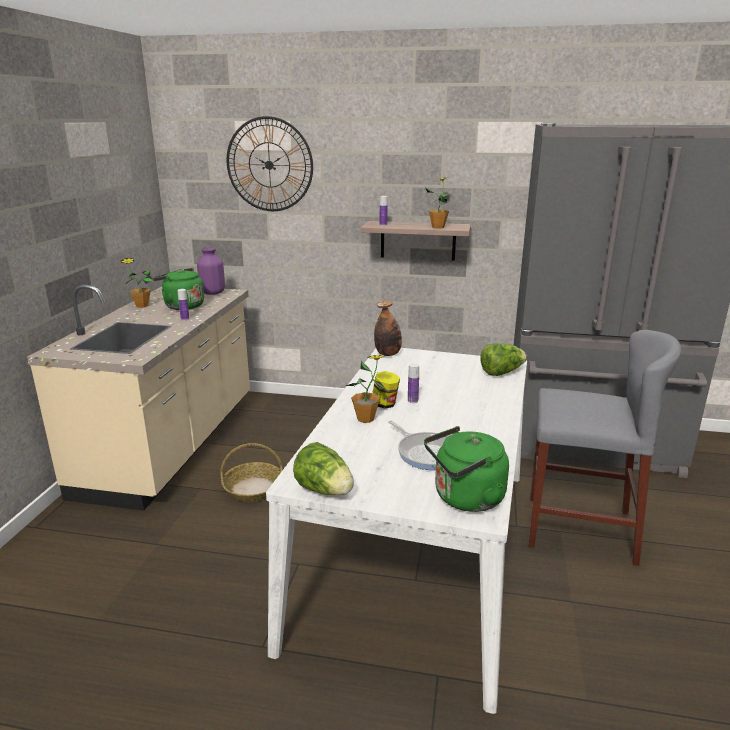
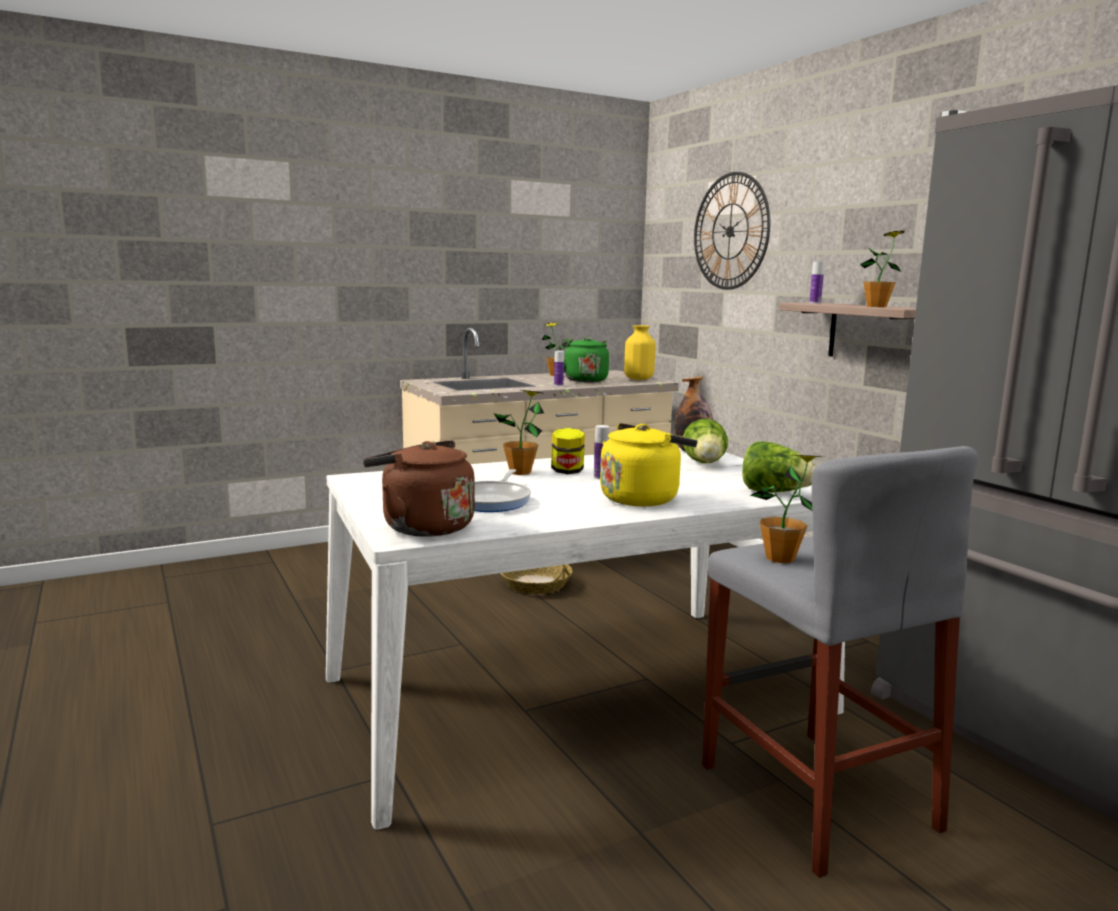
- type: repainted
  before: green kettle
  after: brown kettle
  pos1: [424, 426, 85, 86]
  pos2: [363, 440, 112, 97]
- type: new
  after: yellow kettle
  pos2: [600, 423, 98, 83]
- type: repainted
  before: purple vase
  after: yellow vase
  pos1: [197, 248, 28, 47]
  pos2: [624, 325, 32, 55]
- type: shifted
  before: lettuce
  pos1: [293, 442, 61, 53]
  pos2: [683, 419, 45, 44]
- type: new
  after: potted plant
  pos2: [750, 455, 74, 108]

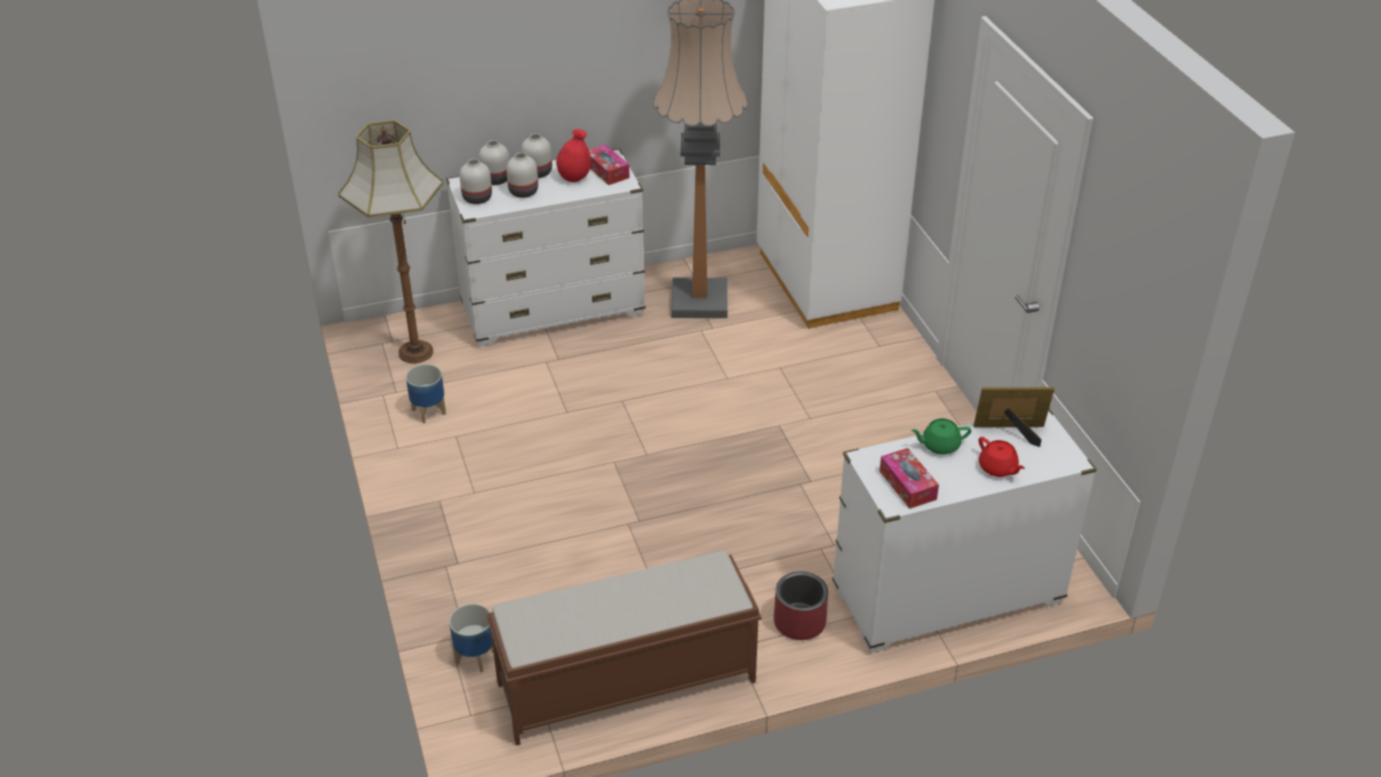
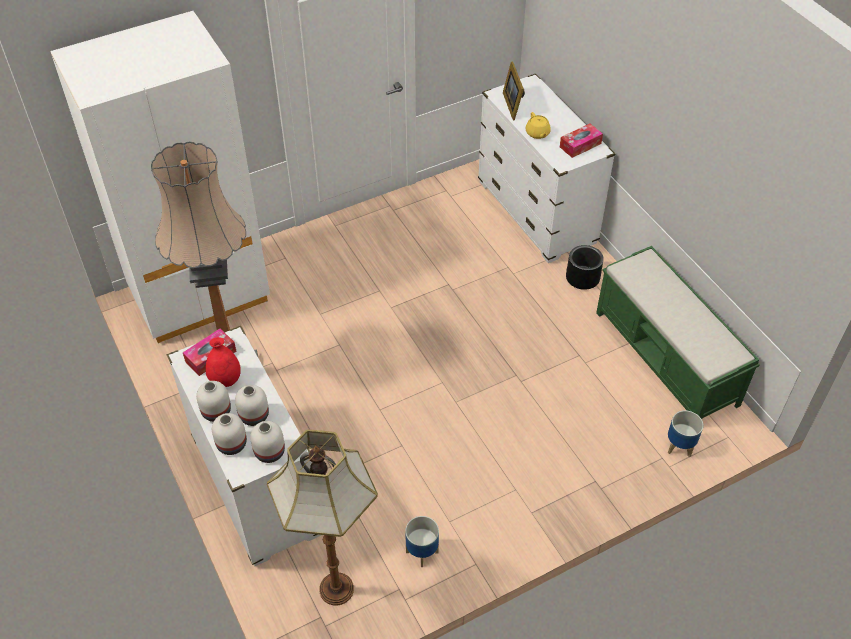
- type: repainted
  before: green teapot
  after: yellow teapot
  pos1: [911, 419, 60, 36]
  pos2: [526, 112, 25, 27]
- type: repainted
  before: red planter
  after: black planter
  pos1: [774, 571, 54, 69]
  pos2: [566, 245, 38, 45]
- type: repainted
  before: brown bench
  after: green bench
  pos1: [486, 551, 275, 195]
  pos2: [596, 246, 164, 173]
- type: gone
  before: red teapot
  pos1: [979, 437, 46, 40]

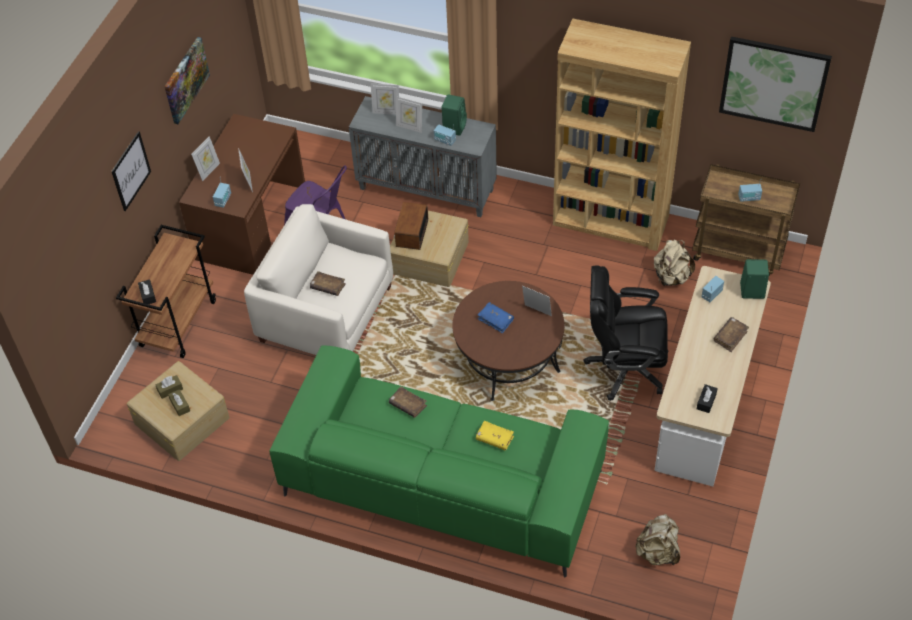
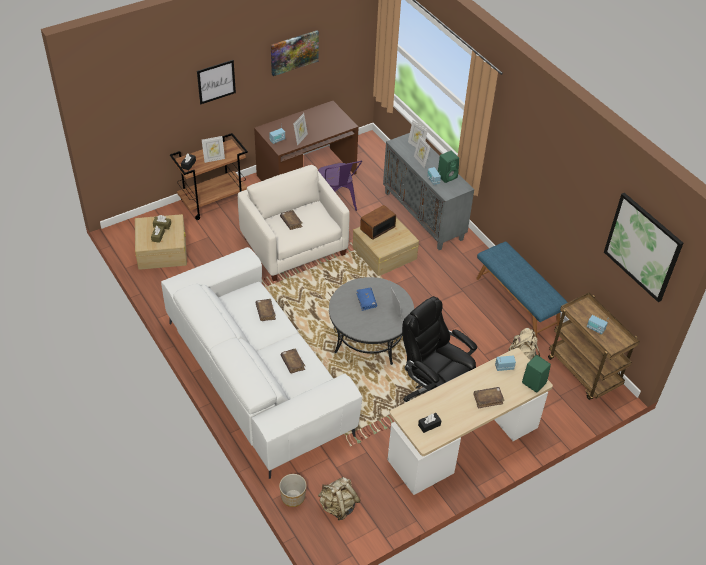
- type: repainted
  before: green sofa
  after: white sofa
  pos1: [269, 345, 340, 232]
  pos2: [161, 247, 201, 232]
- type: shifted
  before: picture frame
  pos1: [191, 136, 29, 45]
  pos2: [202, 136, 23, 27]
- type: new
  after: planter
  pos2: [279, 474, 28, 33]
- type: repainted
  before: yellow book
  after: brown book
  pos1: [476, 421, 38, 29]
  pos2: [281, 348, 24, 25]
- type: repainted
  before: brown coffee table
  after: grey coffee table
  pos1: [453, 281, 112, 120]
  pos2: [329, 277, 85, 88]
- type: swapped
  before: brown bookcase
  after: blue bench
  pos1: [553, 18, 138, 233]
  pos2: [476, 242, 92, 95]

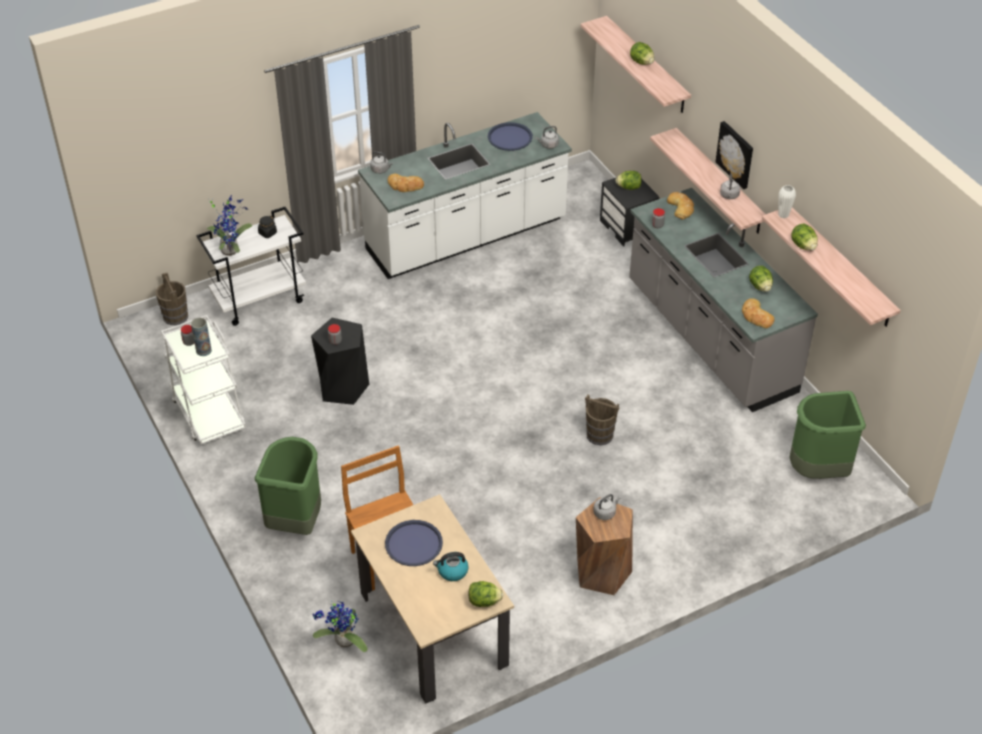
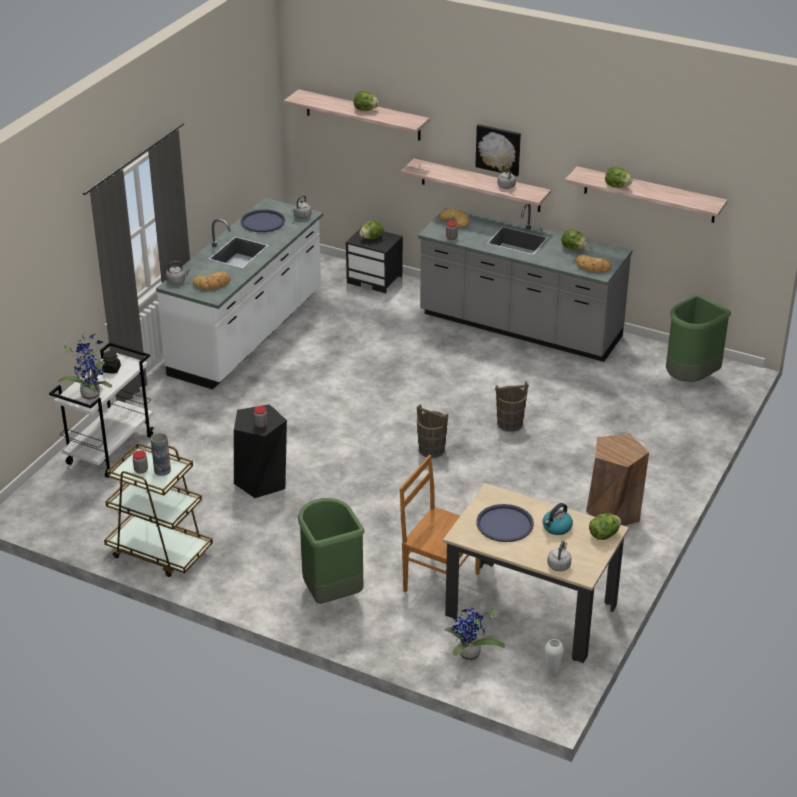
- type: repainted
  before: white cart
  after: brown cart
  pos1: [161, 315, 85, 129]
  pos2: [104, 443, 109, 134]
- type: shifted
  before: brown bucket
  pos1: [156, 272, 32, 53]
  pos2: [417, 404, 31, 54]
- type: shifted
  before: white vase
  pos1: [778, 185, 18, 33]
  pos2: [545, 639, 19, 36]
- type: shifted
  before: grey kettle
  pos1: [593, 494, 27, 26]
  pos2: [547, 541, 25, 30]

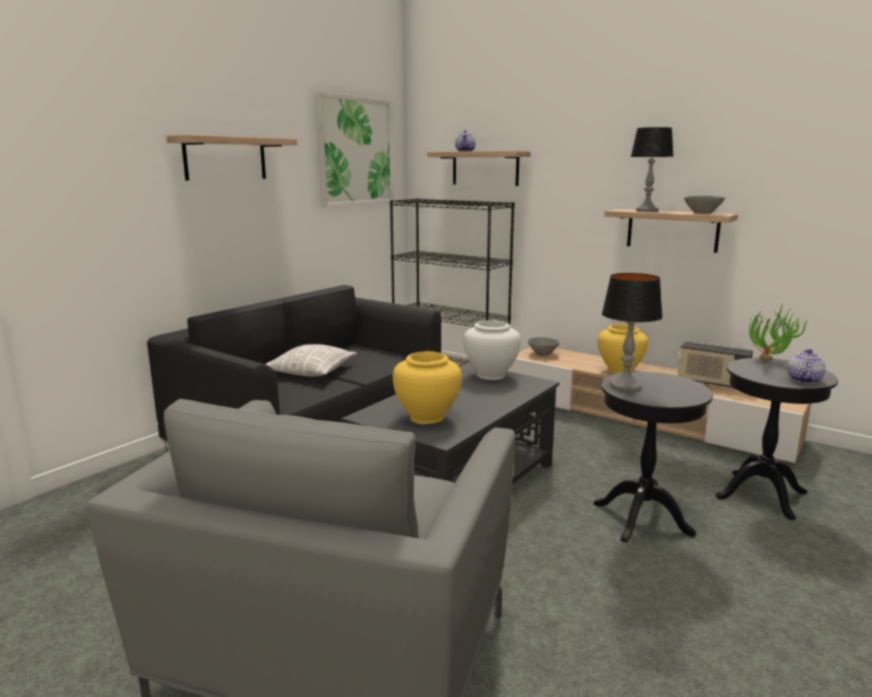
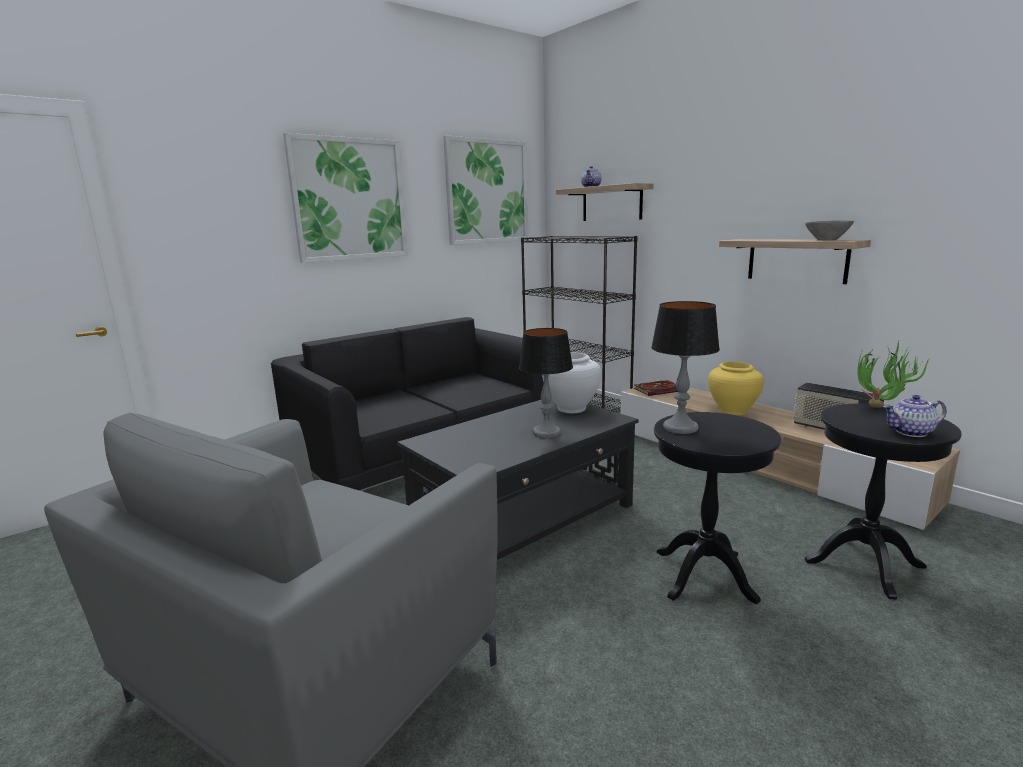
- type: swapped
  before: shelf
  after: picture
  pos1: [166, 135, 131, 46]
  pos2: [283, 133, 125, 130]
- type: shifted
  before: table lamp
  pos1: [631, 127, 43, 85]
  pos2: [519, 328, 54, 110]
- type: swapped
  before: grey bowl
  after: book
  pos1: [528, 337, 32, 19]
  pos2: [634, 380, 44, 16]
- type: rotated
  before: teapot
  pos1: [788, 349, 38, 35]
  pos2: [883, 395, 64, 42]
  turn: -135
- type: gone
  before: pillow
  pos1: [266, 344, 91, 33]
- type: gone
  before: yellow vase
  pos1: [393, 351, 69, 73]

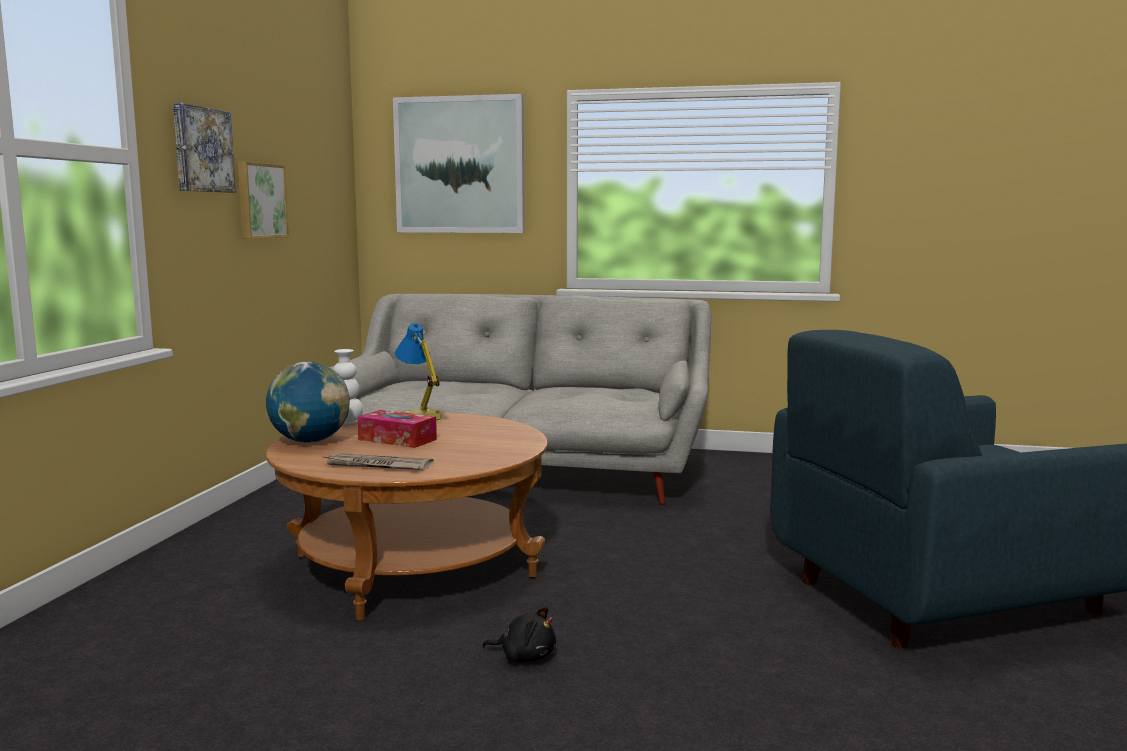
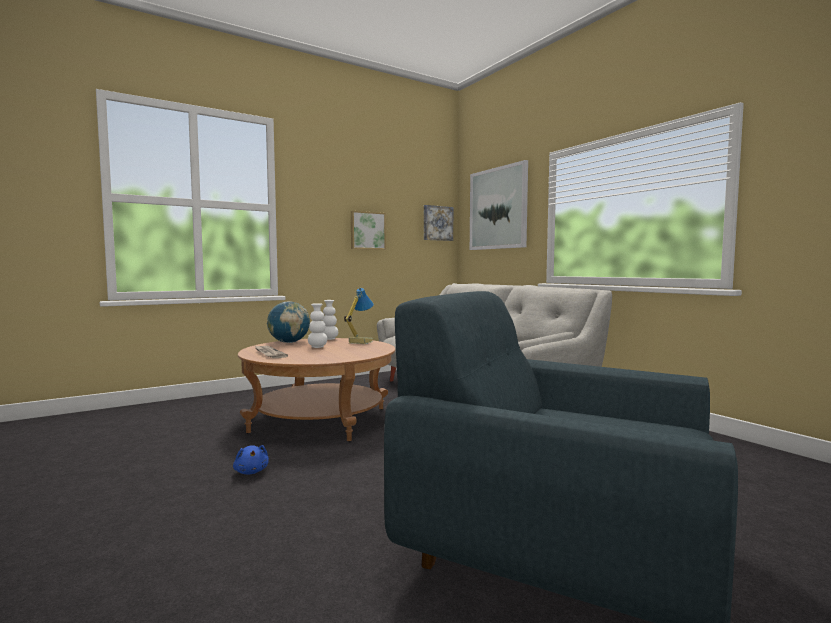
- type: repainted
  before: black plush toy
  after: blue plush toy
  pos1: [482, 607, 74, 55]
  pos2: [233, 445, 36, 29]
- type: swapped
  before: tissue box
  after: white vase
  pos1: [357, 410, 80, 38]
  pos2: [308, 303, 19, 45]
- type: shifted
  before: picture
  pos1: [173, 103, 63, 90]
  pos2: [424, 205, 29, 36]

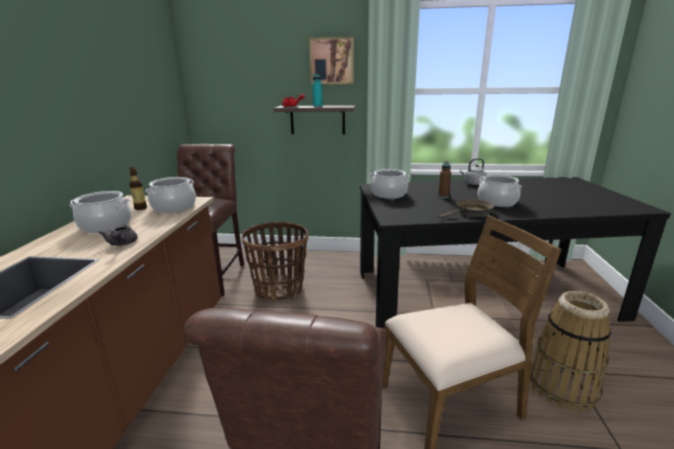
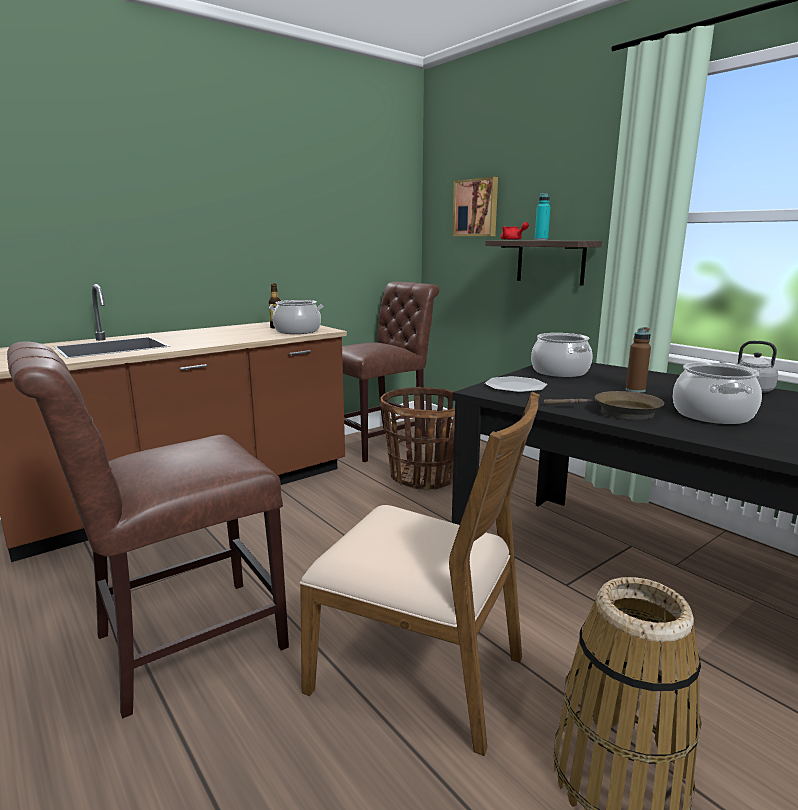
- type: shifted
  before: picture
  pos1: [309, 37, 44, 48]
  pos2: [452, 177, 46, 59]
- type: new
  after: plate
  pos2: [485, 376, 62, 17]
- type: gone
  before: cooking pot
  pos1: [70, 191, 61, 42]
- type: gone
  before: grey teapot
  pos1: [99, 225, 39, 21]

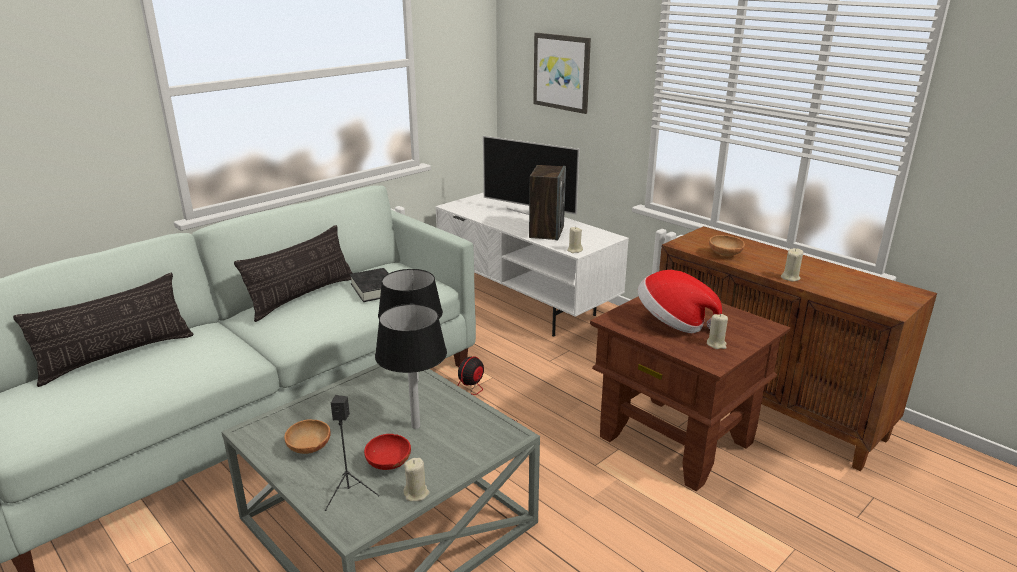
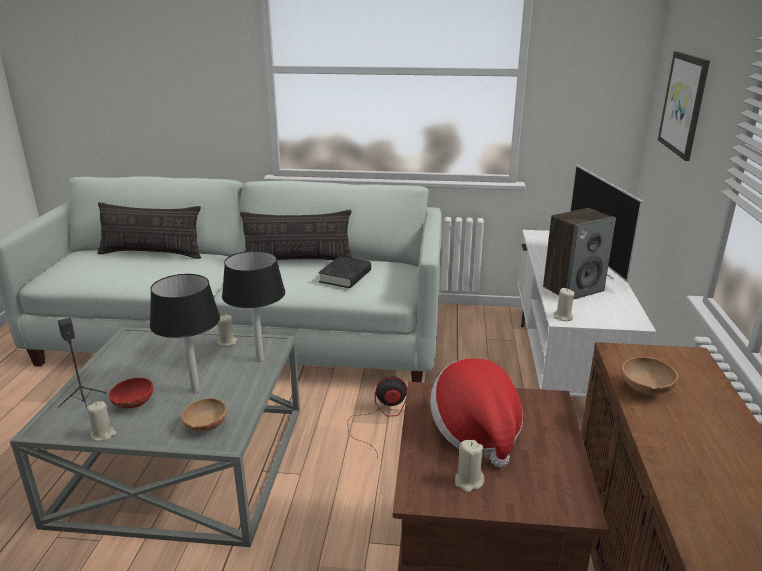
- type: shifted
  before: brown bowl
  pos1: [284, 419, 47, 35]
  pos2: [182, 398, 45, 34]
- type: shifted
  before: beige candle
  pos1: [781, 248, 22, 33]
  pos2: [217, 315, 20, 31]

